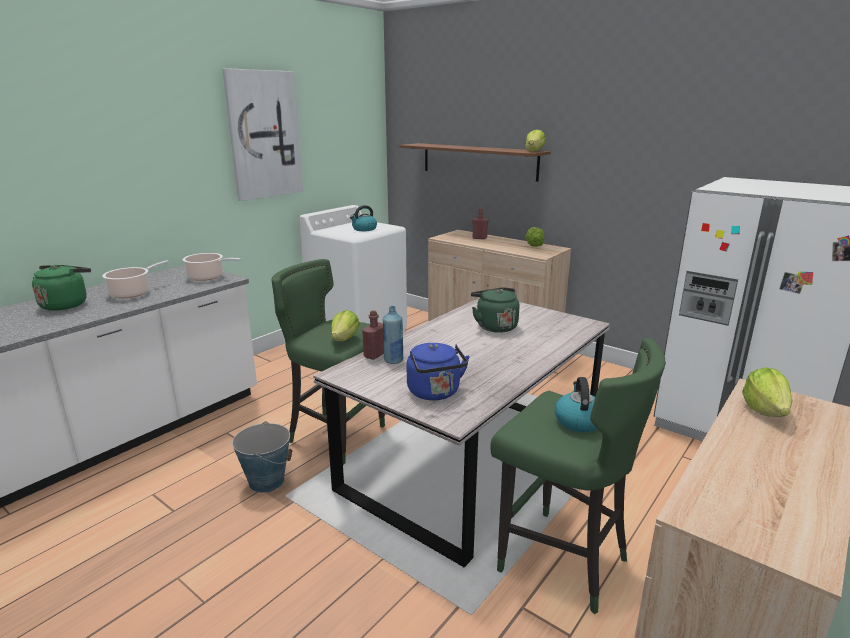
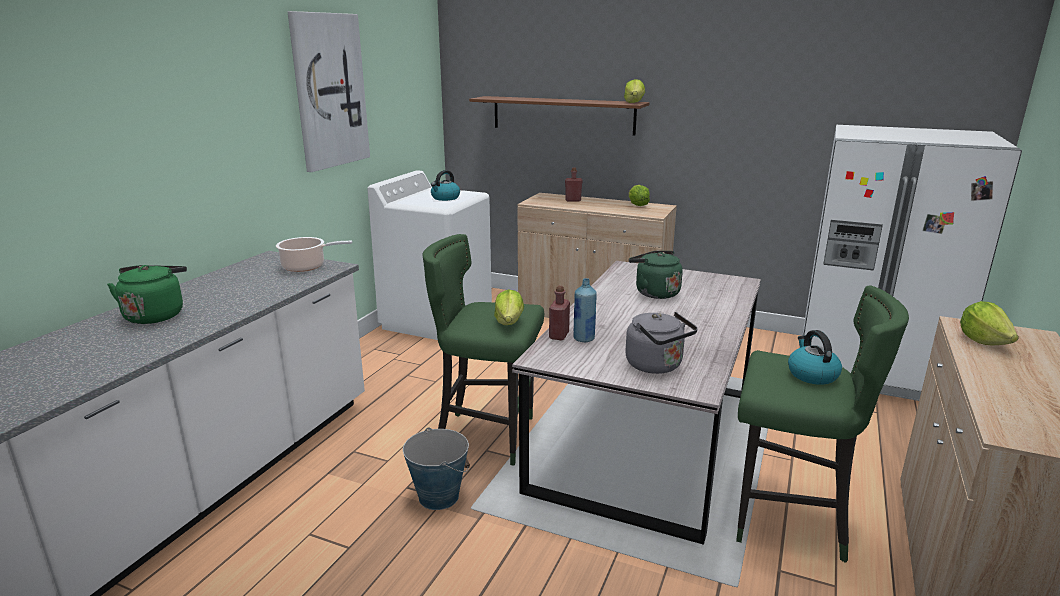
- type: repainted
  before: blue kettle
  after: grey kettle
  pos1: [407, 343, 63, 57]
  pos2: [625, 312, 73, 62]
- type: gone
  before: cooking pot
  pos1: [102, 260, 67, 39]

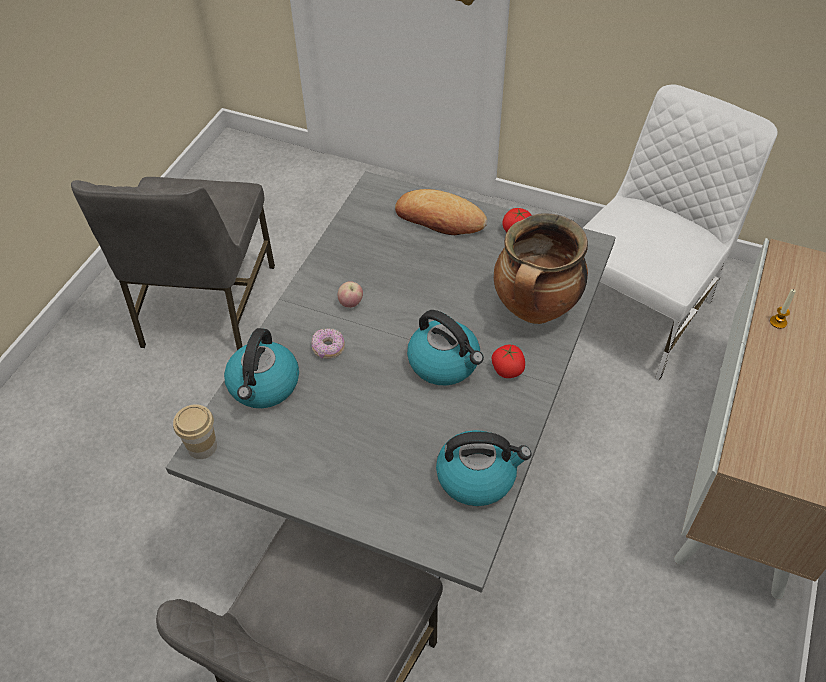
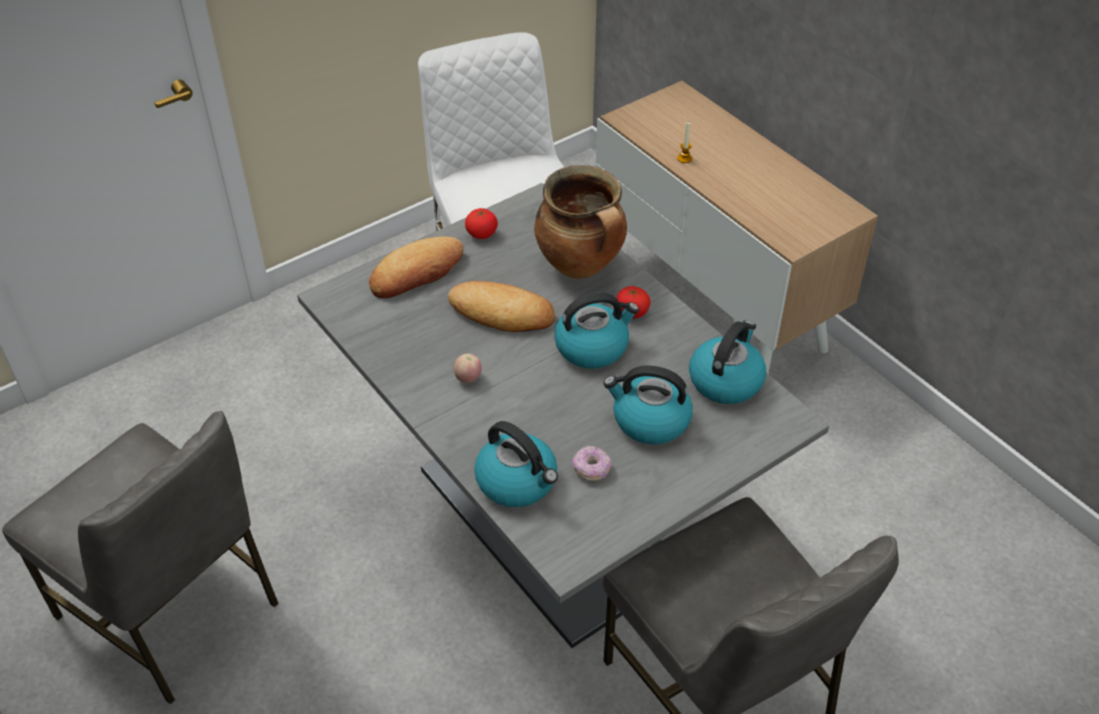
- type: new
  after: bread
  pos2: [448, 281, 107, 51]
- type: shifted
  before: donut
  pos1: [311, 328, 34, 31]
  pos2: [572, 445, 39, 36]
- type: new
  after: kettle
  pos2: [603, 366, 90, 79]
- type: gone
  before: cup
  pos1: [173, 404, 44, 55]

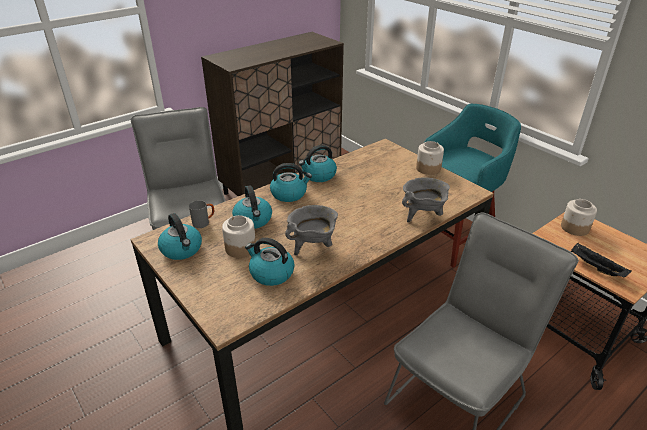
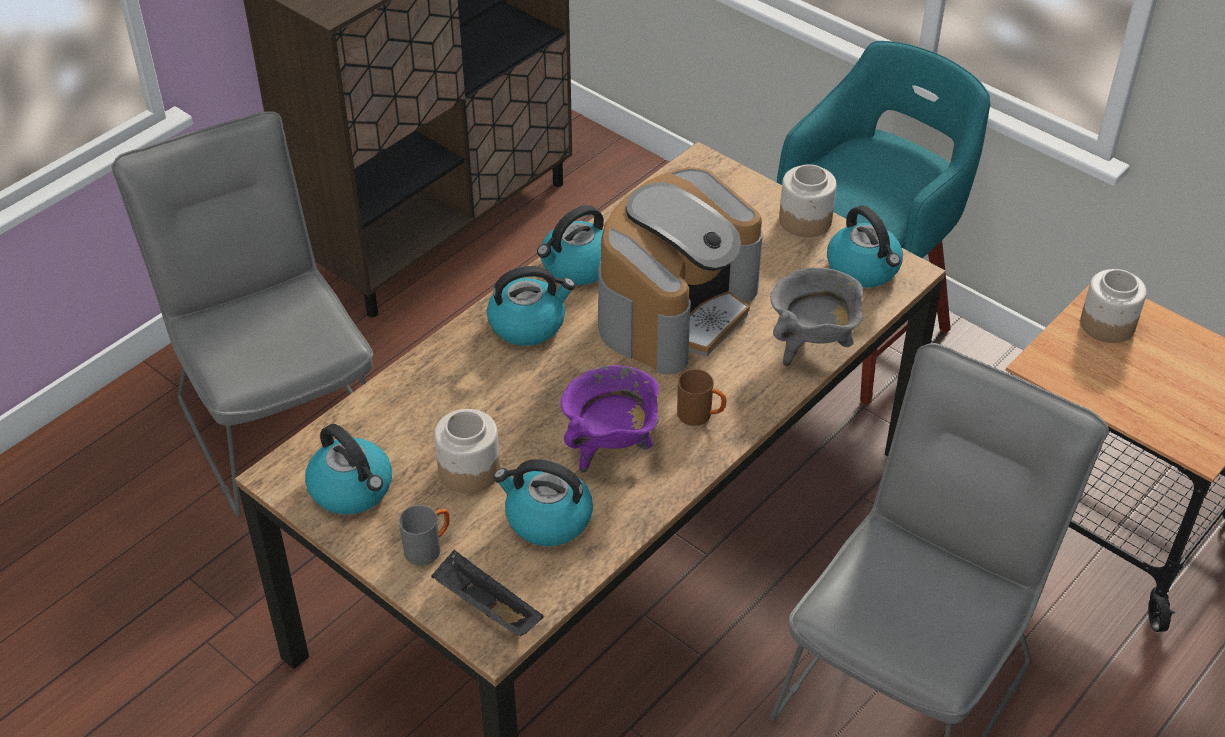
- type: shifted
  before: grey mug
  pos1: [189, 200, 25, 28]
  pos2: [399, 505, 51, 61]
- type: shifted
  before: black tray
  pos1: [571, 243, 61, 34]
  pos2: [431, 550, 113, 86]
- type: repainted
  before: grey cooking pot
  after: purple cooking pot
  pos1: [285, 205, 53, 51]
  pos2: [561, 365, 98, 108]
- type: new
  after: coffee machine
  pos2: [598, 168, 165, 206]
- type: new
  after: brown mug
  pos2: [677, 369, 49, 57]
- type: shifted
  before: kettle
  pos1: [232, 185, 40, 44]
  pos2: [827, 206, 76, 82]

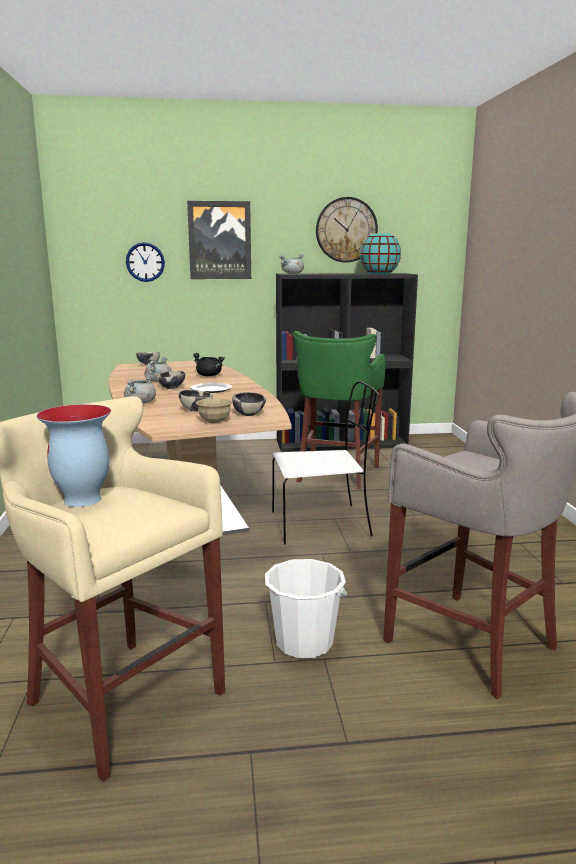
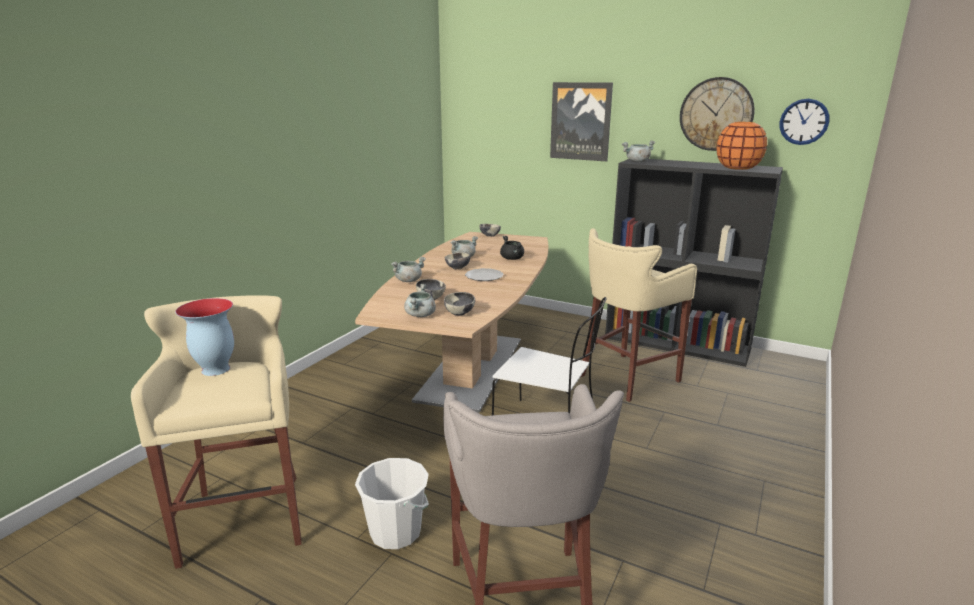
- type: swapped
  before: beige bowl
  after: grey cooking pot
  pos1: [196, 398, 36, 25]
  pos2: [404, 284, 32, 33]
- type: repainted
  before: green stool
  after: beige stool
  pos1: [294, 331, 91, 158]
  pos2: [581, 228, 116, 174]
- type: repainted
  before: turquoise vase
  after: orange vase
  pos1: [360, 233, 41, 41]
  pos2: [717, 122, 50, 48]
- type: shifted
  before: wall clock
  pos1: [126, 242, 39, 40]
  pos2: [780, 99, 50, 46]

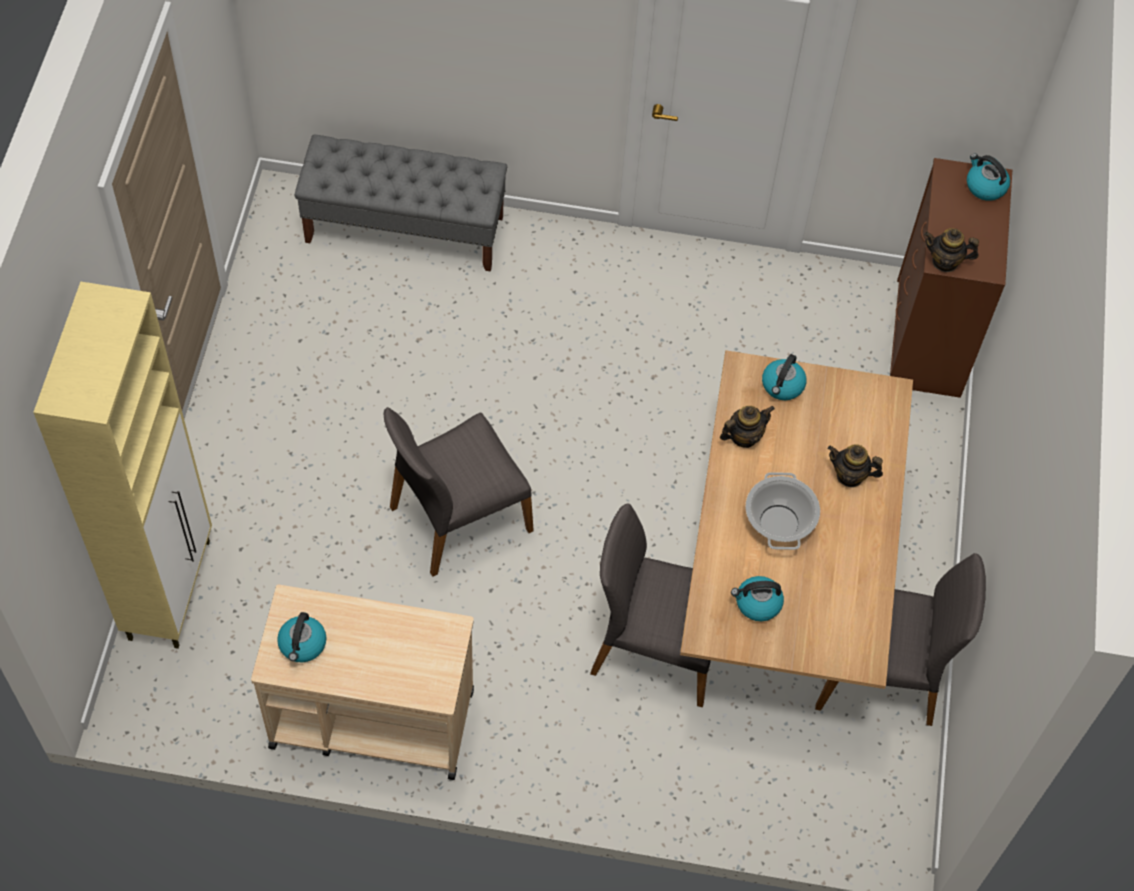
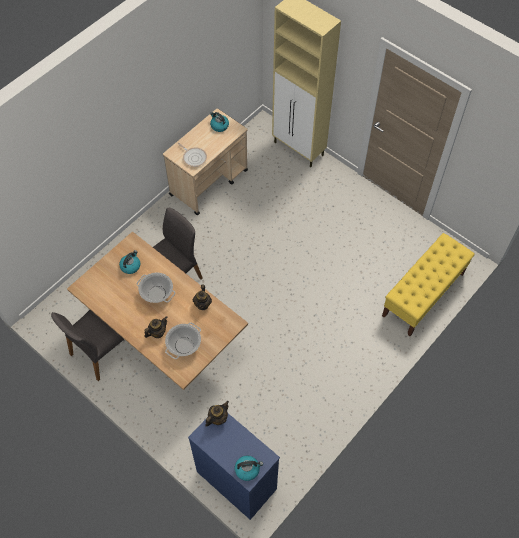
- type: new
  after: cooking pot
  pos2: [165, 322, 36, 37]
- type: new
  after: frying pan
  pos2: [178, 143, 29, 24]
- type: repainted
  before: brown dresser
  after: blue dresser
  pos1: [890, 158, 122, 240]
  pos2: [188, 413, 92, 107]
- type: repainted
  before: grey bench
  after: yellow bench
  pos1: [295, 135, 212, 136]
  pos2: [382, 233, 93, 103]
- type: gone
  before: grey chair
  pos1: [384, 407, 150, 170]
- type: gone
  before: kettle
  pos1: [762, 354, 45, 46]

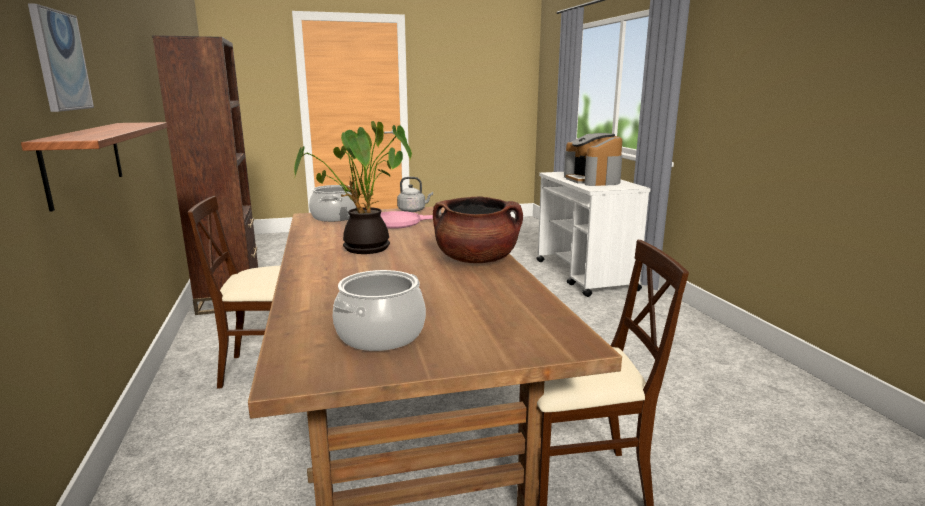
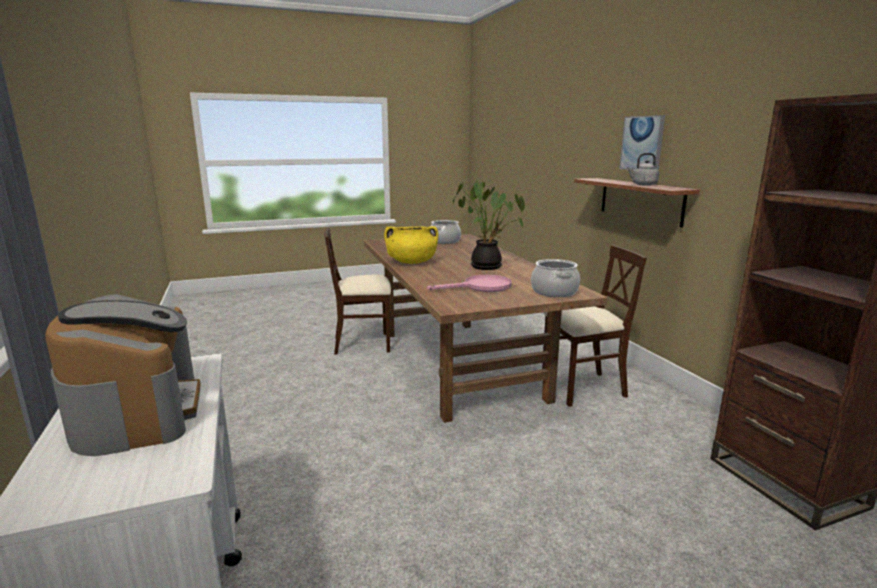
- type: repainted
  before: brown cooking pot
  after: yellow cooking pot
  pos1: [433, 197, 90, 66]
  pos2: [384, 226, 54, 38]
- type: shifted
  before: grey kettle
  pos1: [397, 177, 36, 35]
  pos2: [627, 153, 32, 33]

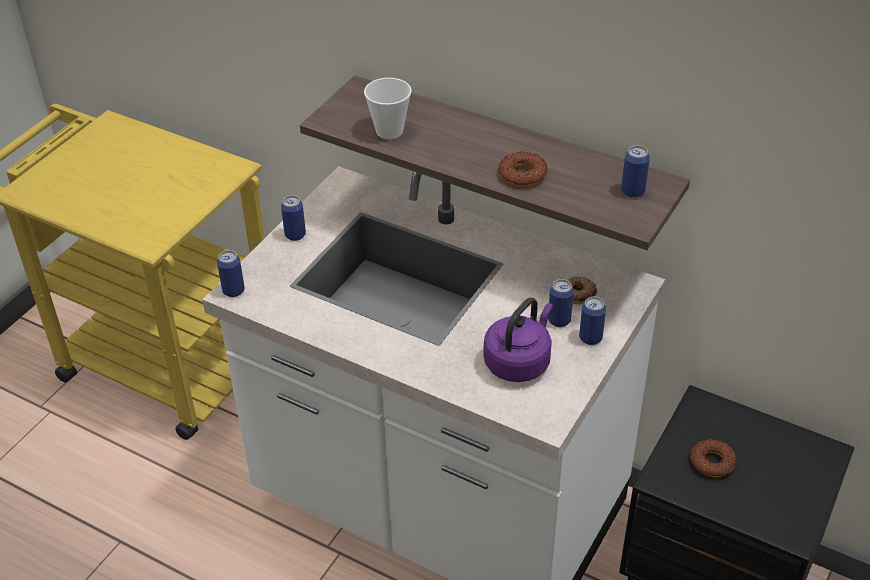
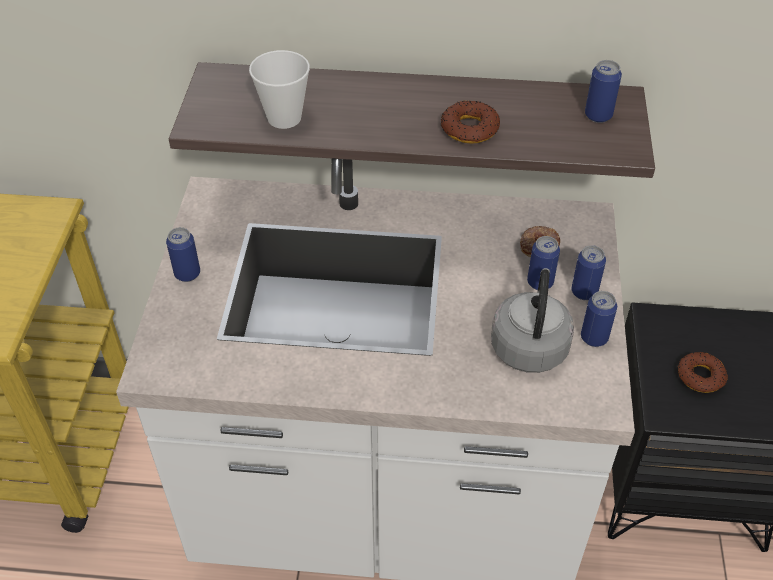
- type: repainted
  before: purple kettle
  after: grey kettle
  pos1: [483, 298, 70, 84]
  pos2: [491, 268, 83, 105]
- type: shifted
  before: can
  pos1: [217, 250, 28, 47]
  pos2: [581, 291, 36, 56]

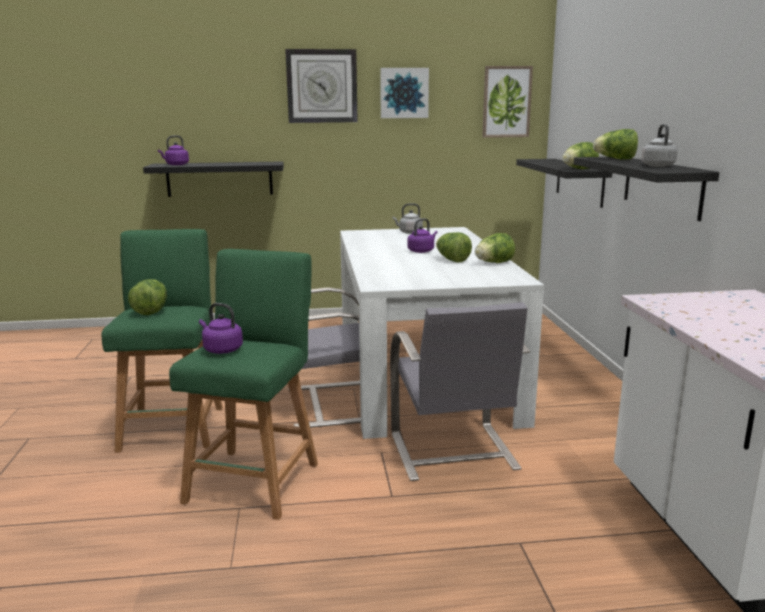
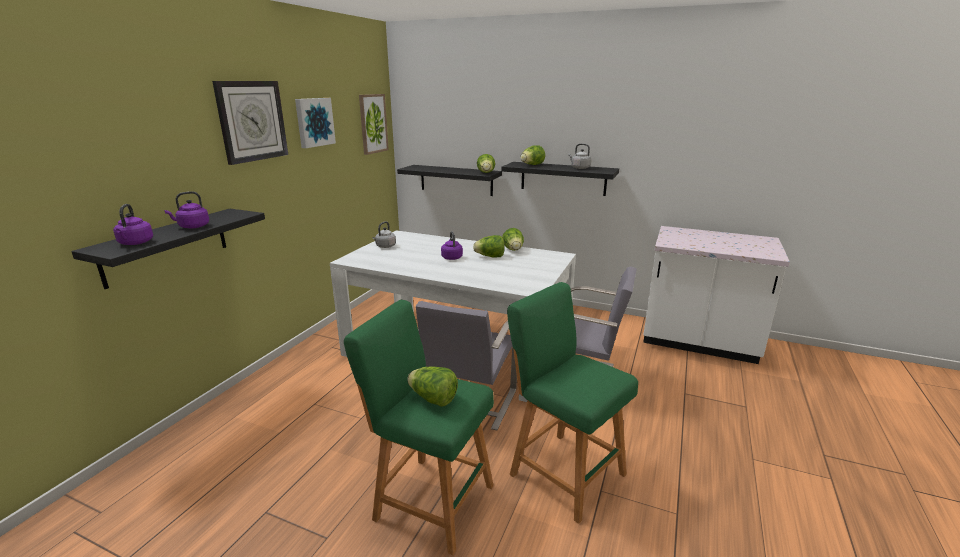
- type: shifted
  before: purple kettle
  pos1: [199, 303, 44, 51]
  pos2: [164, 191, 45, 37]

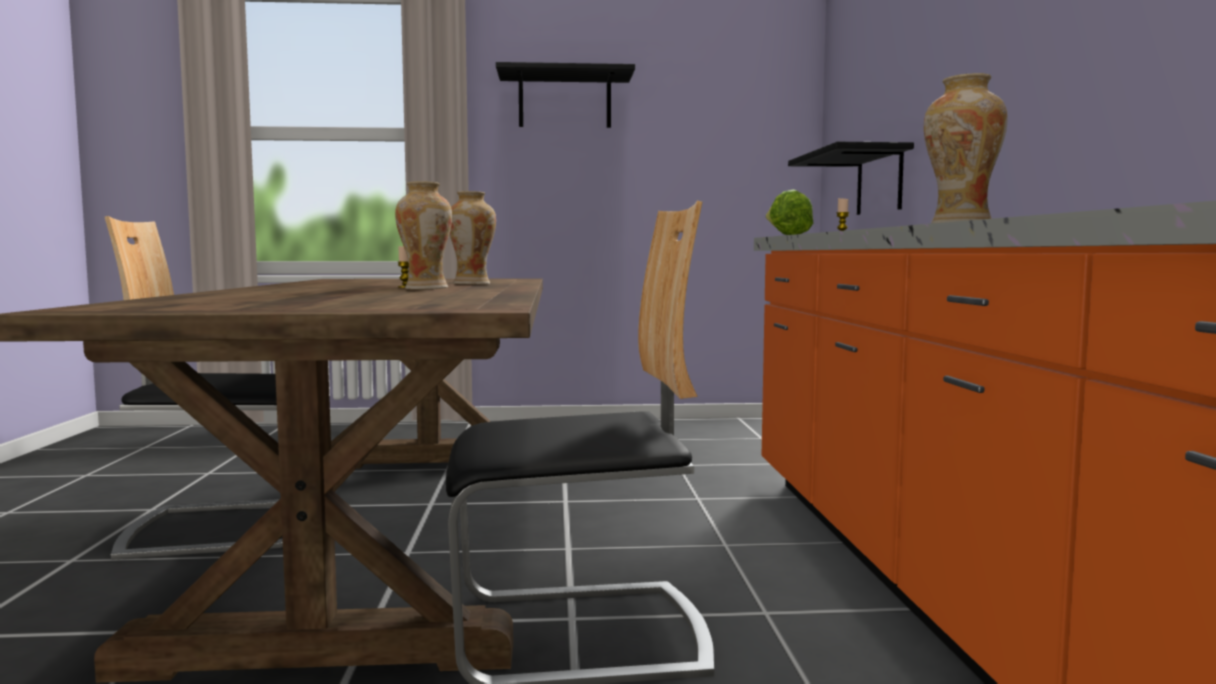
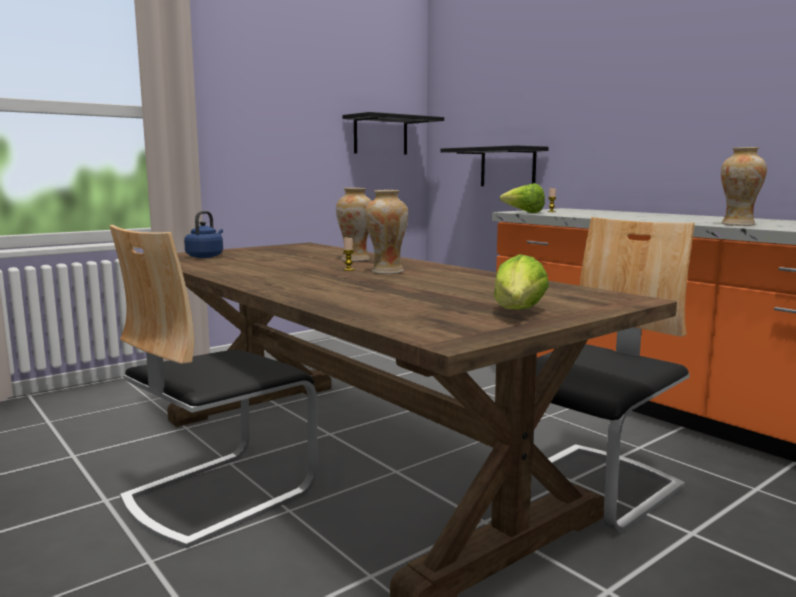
- type: new
  after: blue kettle
  pos2: [184, 211, 39, 47]
- type: shifted
  before: black shelf
  pos1: [496, 62, 139, 66]
  pos2: [342, 112, 102, 42]
- type: new
  after: lettuce
  pos2: [493, 254, 56, 56]

